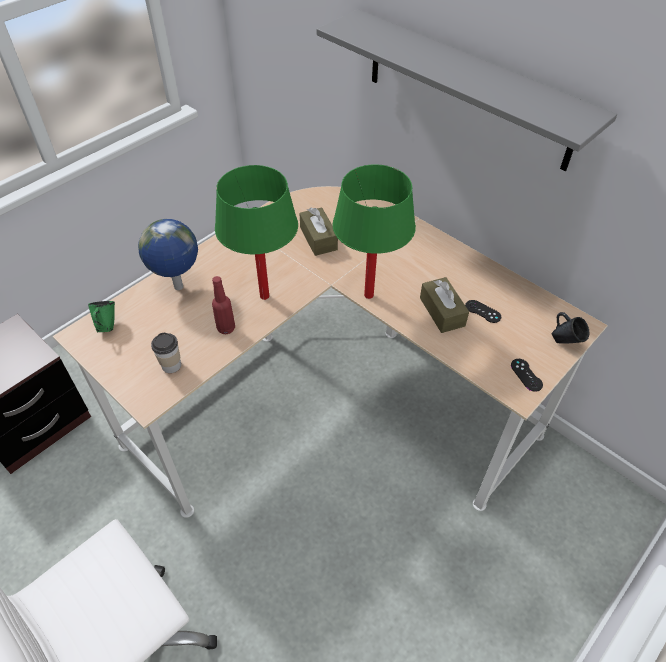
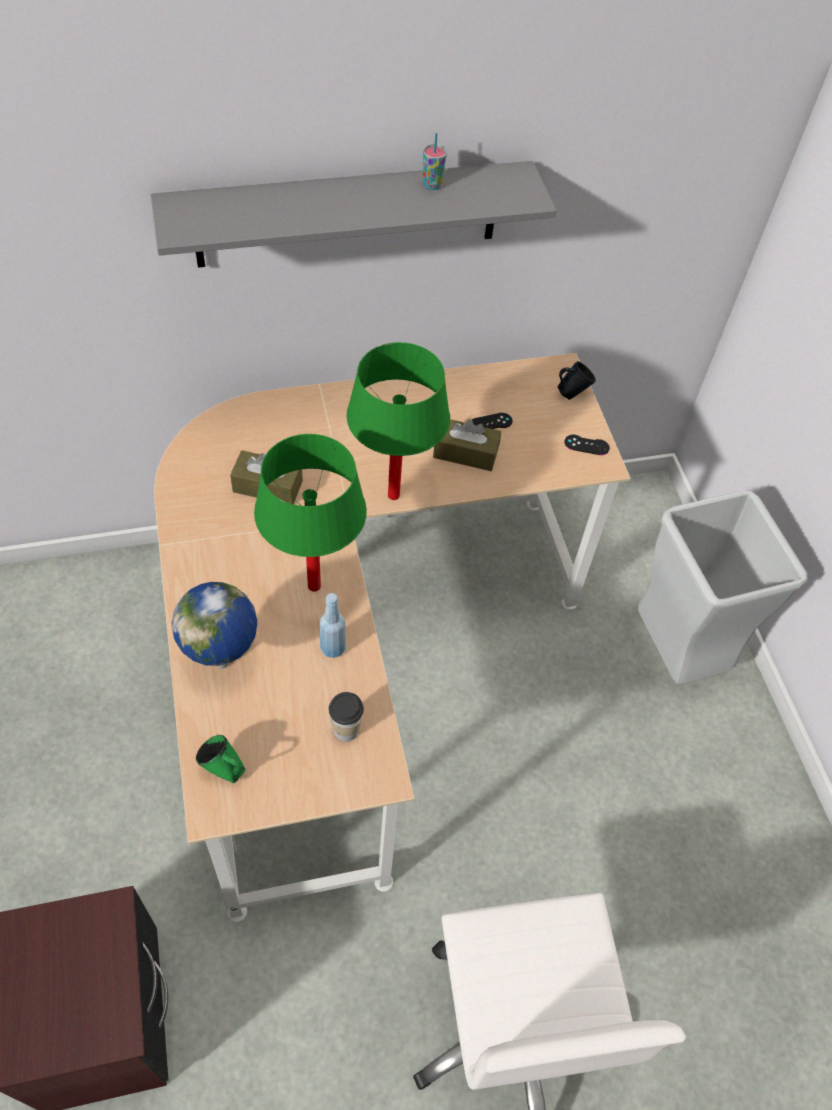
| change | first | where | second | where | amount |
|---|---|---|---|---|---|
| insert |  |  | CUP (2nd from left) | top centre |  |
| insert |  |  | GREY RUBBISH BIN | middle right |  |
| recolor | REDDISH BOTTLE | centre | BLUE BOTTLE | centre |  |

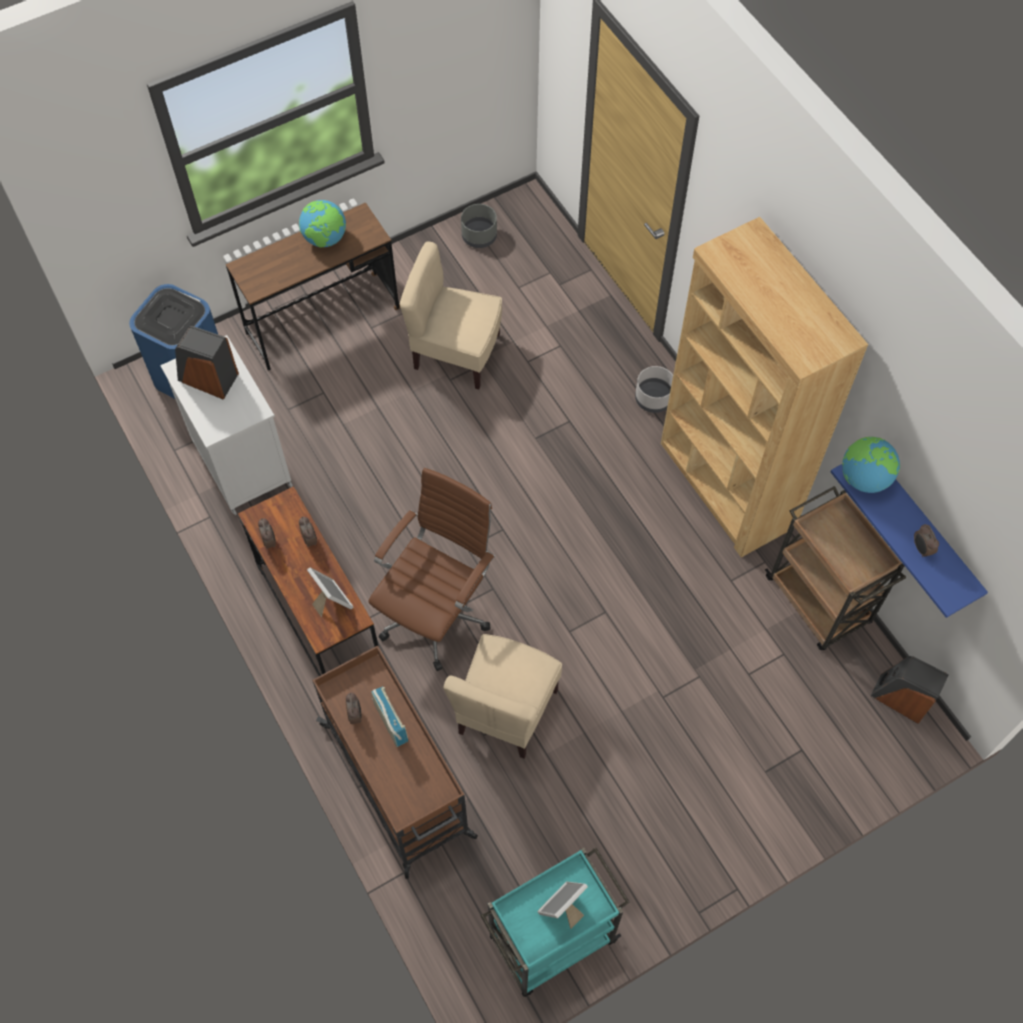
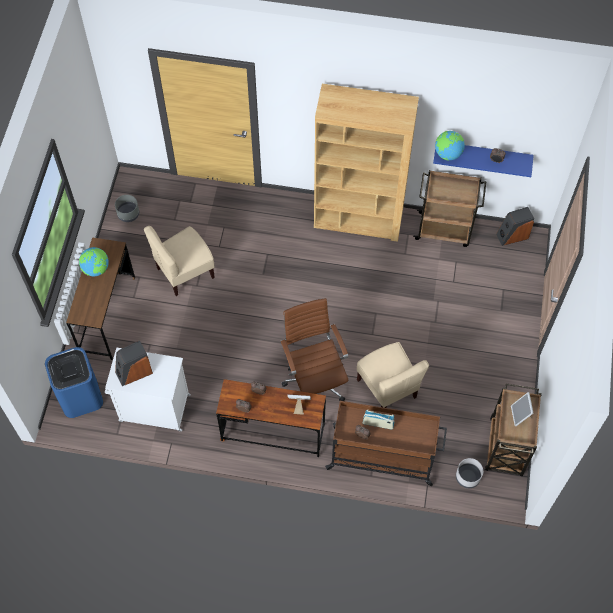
| change | first | where | second | where | amount |
|---|---|---|---|---|---|
| move | GREY PLANTER (2nd from left) | centre |  | bottom right |  |
| recolor | BLUE-GREEN WHEELED CART | bottom centre | BROWN-COLOURED WHEELED CART (3rd from left) | bottom right |  |

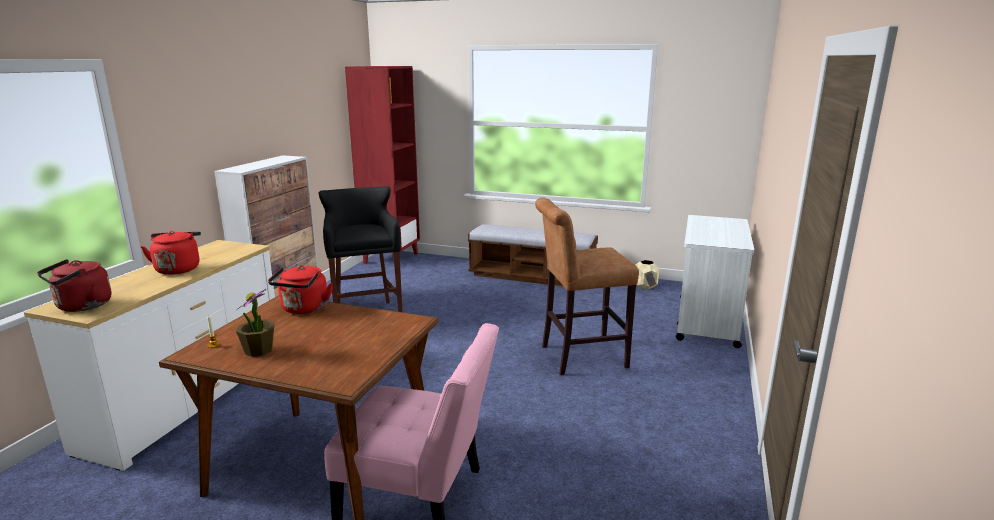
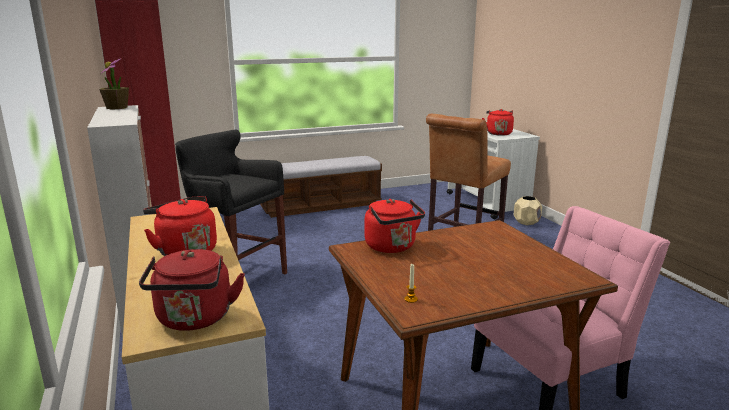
| change | first | where | second | where | amount |
|---|---|---|---|---|---|
| insert |  |  | REDDISH KETTLE (4th from left) | top right |  |
| move | POTTED PLANT | middle left |  | top left |  |
| move | SAND-COLOURED PLANTER | centre |  | middle right |  |

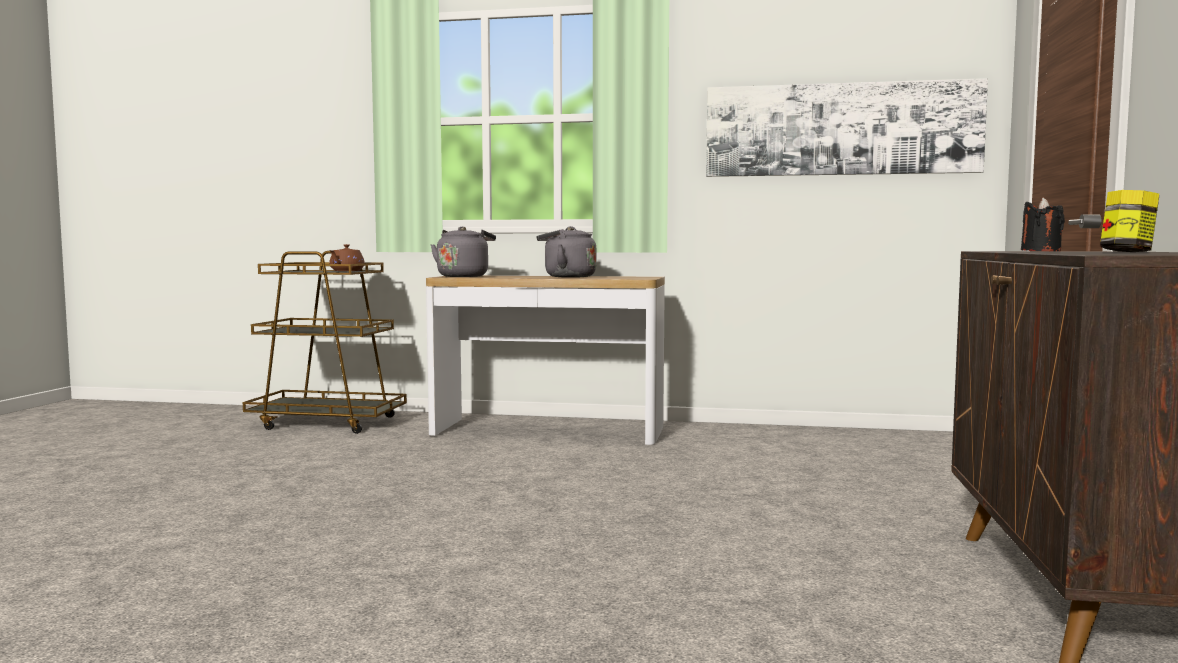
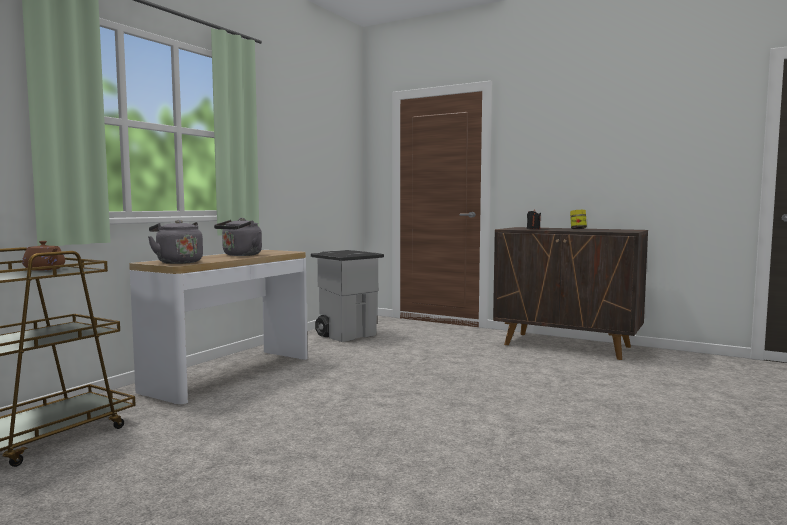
| change | first | where | second | where | amount |
|---|---|---|---|---|---|
| delete | WALL ART | top right |  |  |  |
| insert |  |  | GREY RUBBISH BIN | centre |  |

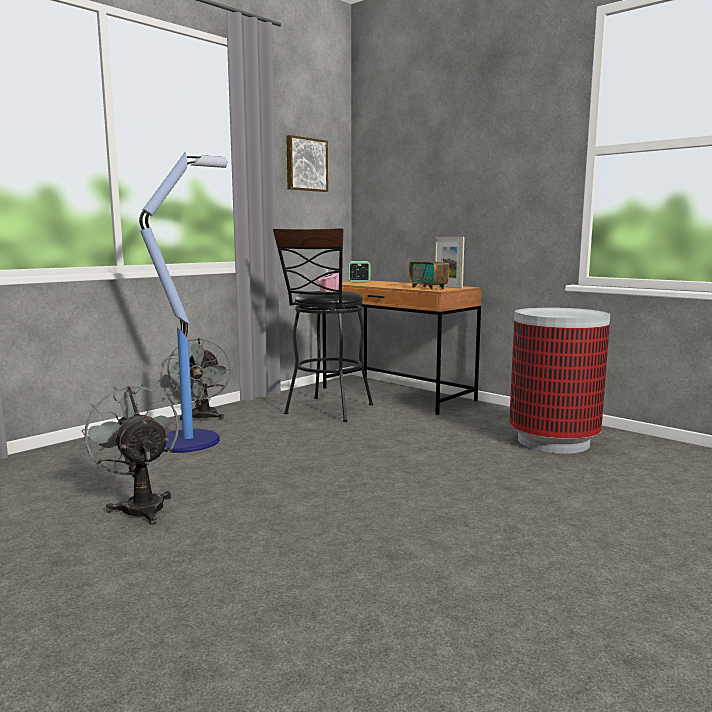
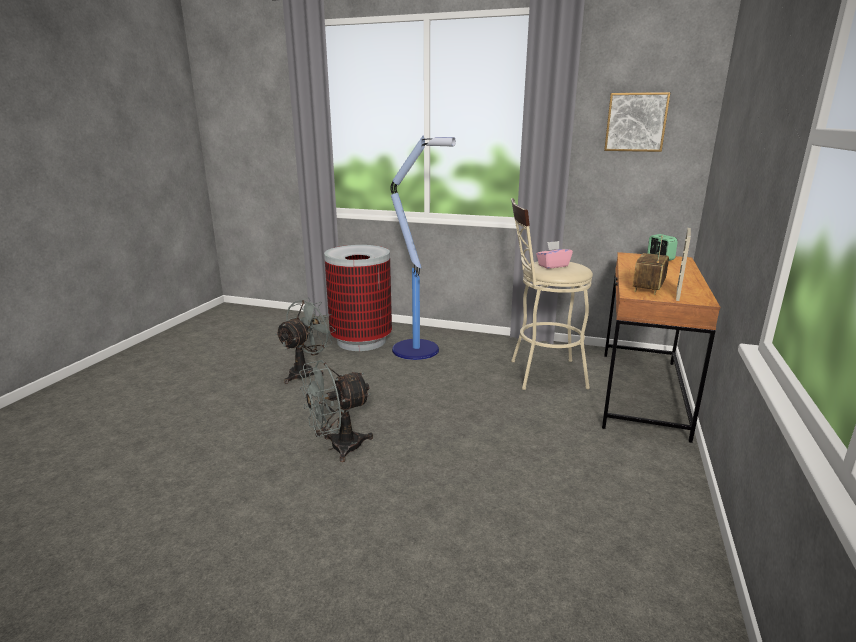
| change | first | where | second | where | amount |
|---|---|---|---|---|---|
| move | GREY COOLING FAN (2nd from left) | middle left |  | centre |  |
| move | RUBBISH BIN | middle right |  | centre |  |
| recolor | BLACK STOOL | centre | SAND-COLOURED STOOL | centre |  |

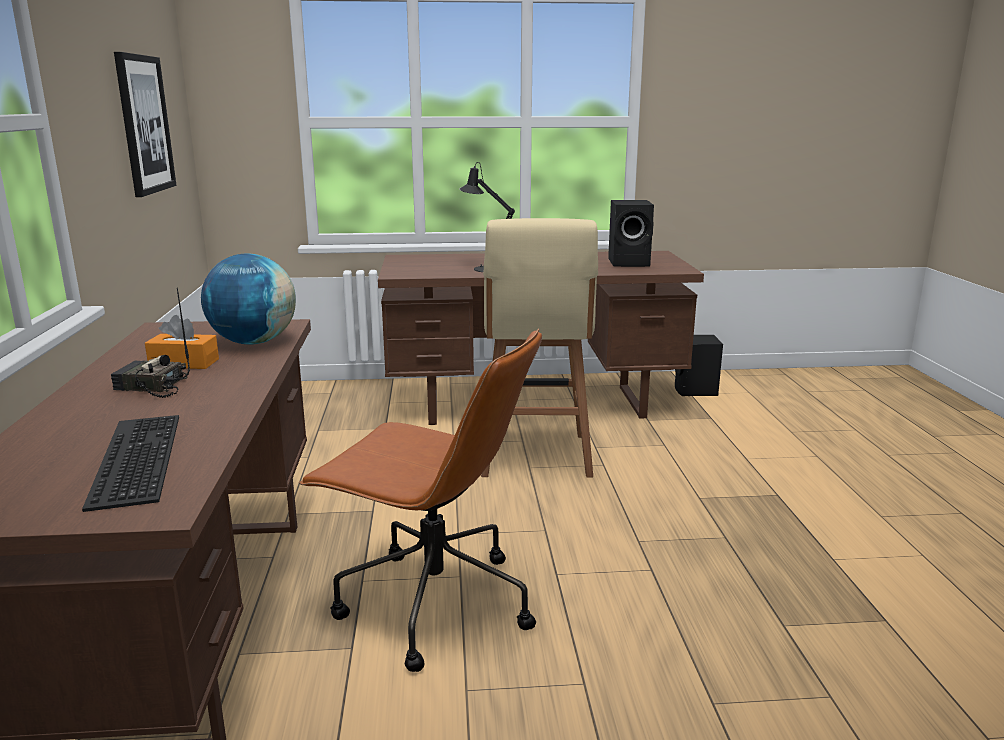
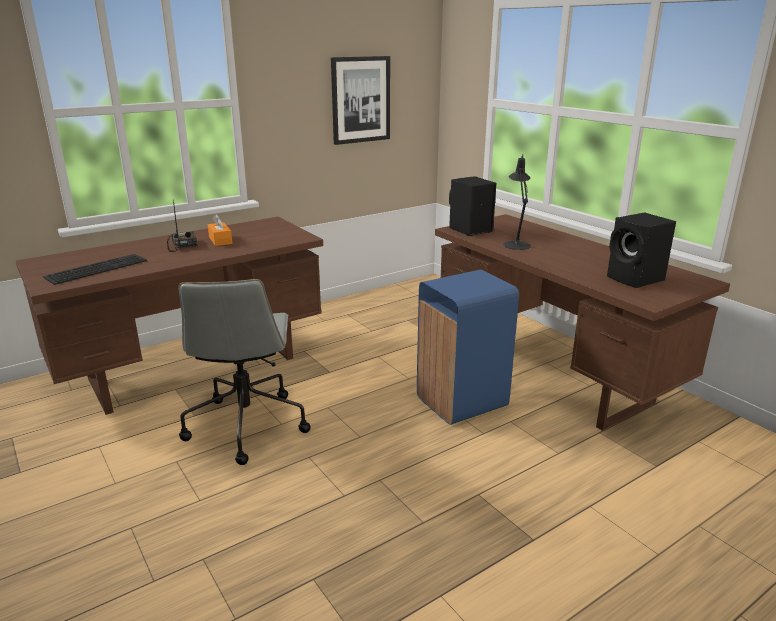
| change | first | where | second | where | amount |
|---|---|---|---|---|---|
| delete | DESK GLOBE | middle left |  |  |  |
| move | BLACK SPEAKER (2nd from left in the first image) | middle right | BLACK SPEAKER (1st from left) | top centre |  |
| replace | SAND-COLOURED STOOL | centre | BLUE RUBBISH BIN | centre |  |
| recolor | BROWN-COLOURED DESK CHAIR | bottom centre | GREY DESK CHAIR | middle left |  |

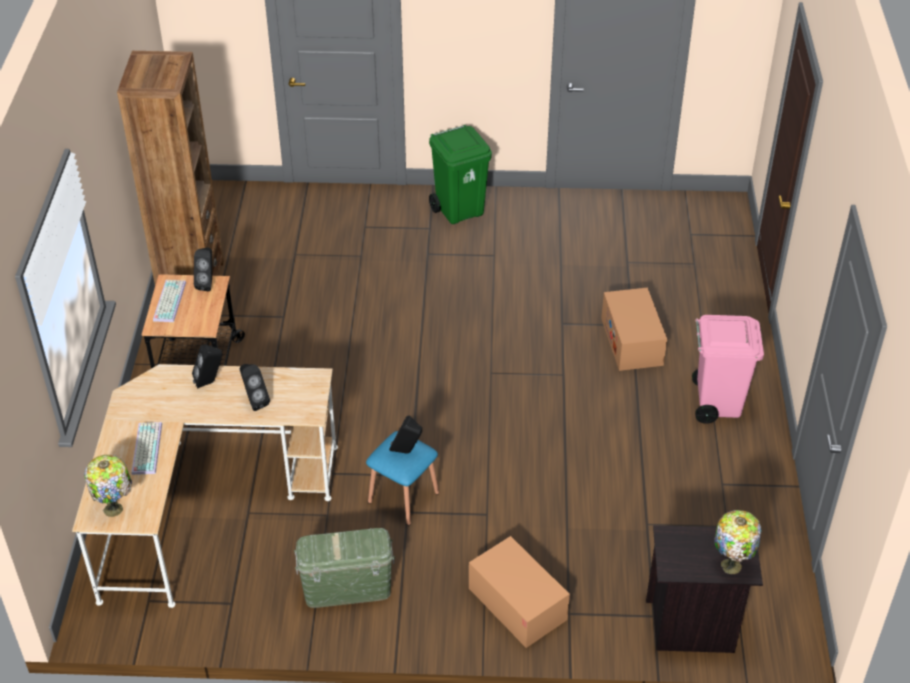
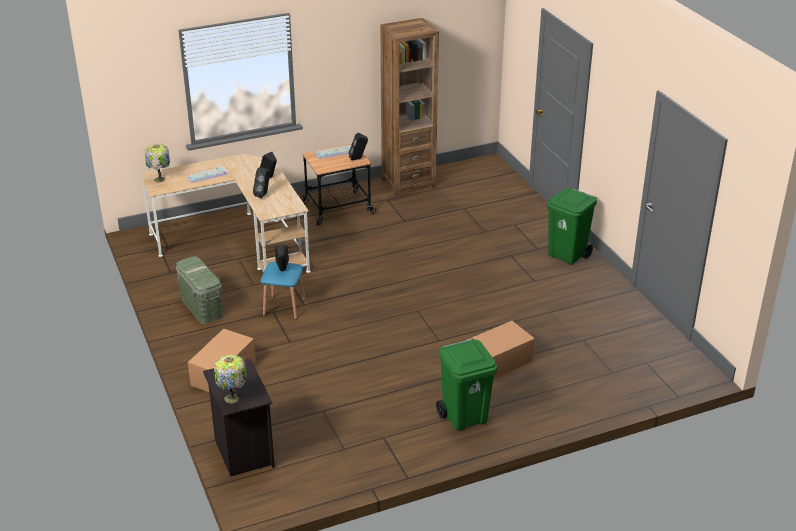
| change | first | where | second | where | amount |
|---|---|---|---|---|---|
| recolor | PINKISH RUBBISH BIN | middle right | GREEN-COLOURED RUBBISH BIN (1st from left) | bottom centre |  |

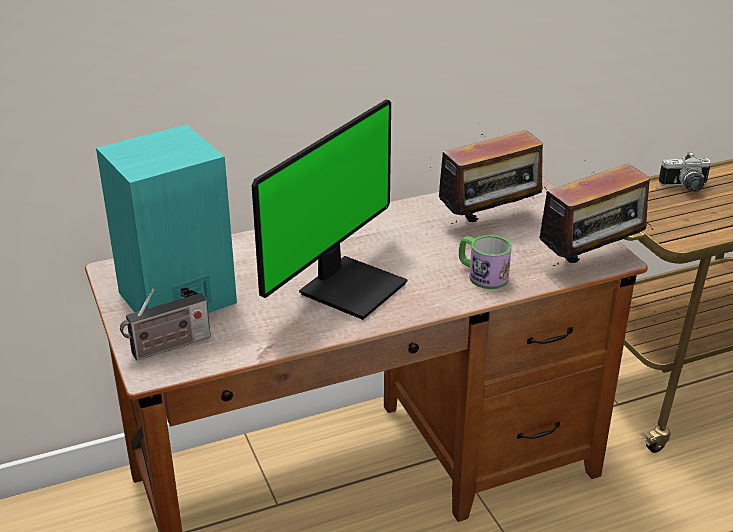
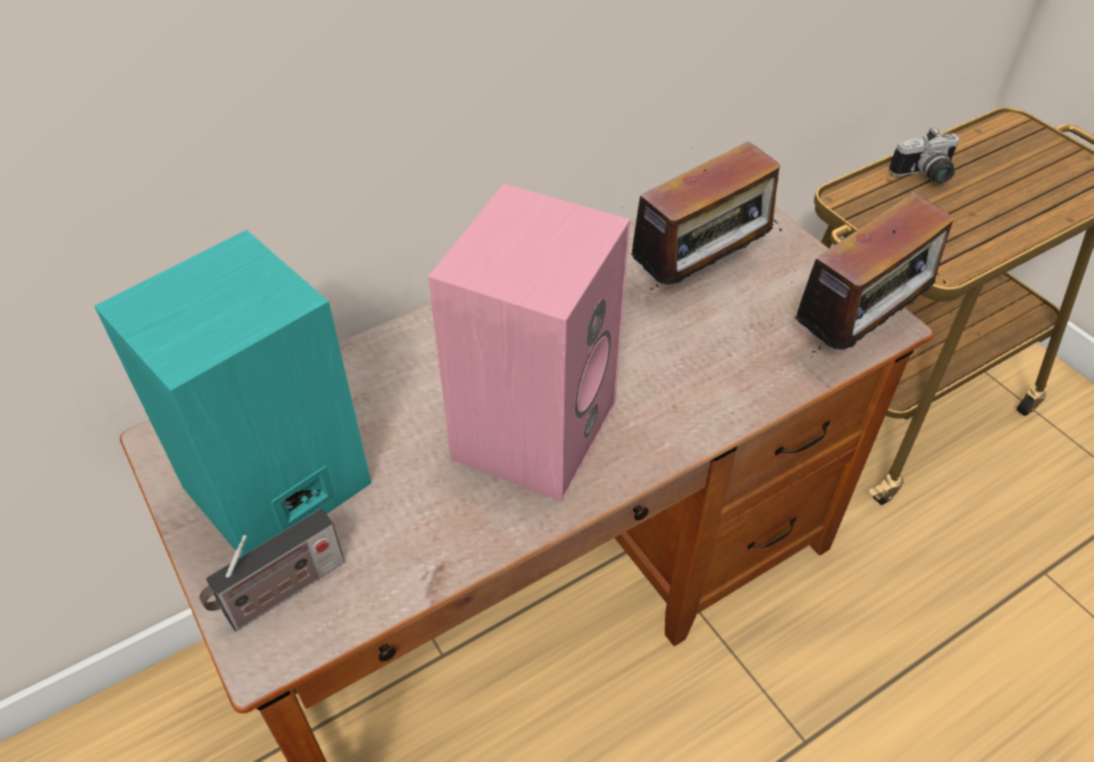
| change | first | where | second | where | amount |
|---|---|---|---|---|---|
| delete | TEA MUG | centre |  |  |  |
| replace | COMPUTER DISPLAY | centre | PINKISH SPEAKER | centre |  |

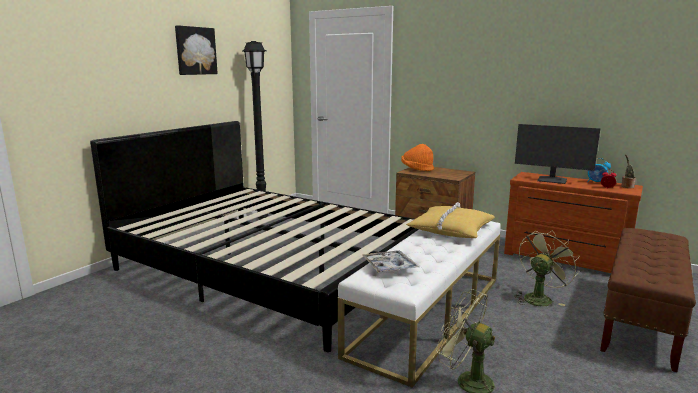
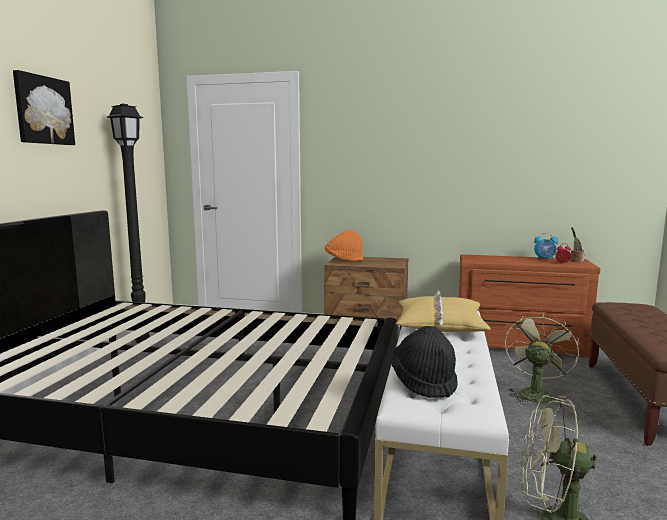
| change | first | where | second | where | amount |
|---|---|---|---|---|---|
| delete | COMPUTER DISPLAY | middle right |  |  |  |
| replace | CARRYING TRAY | centre | BLACK CLOTHING HAT | bottom centre |  |

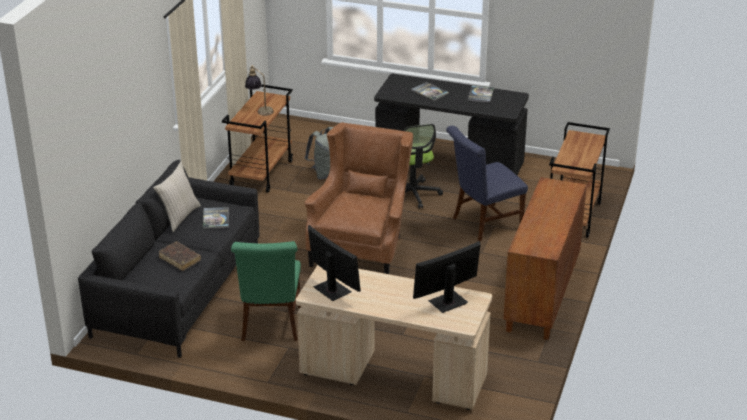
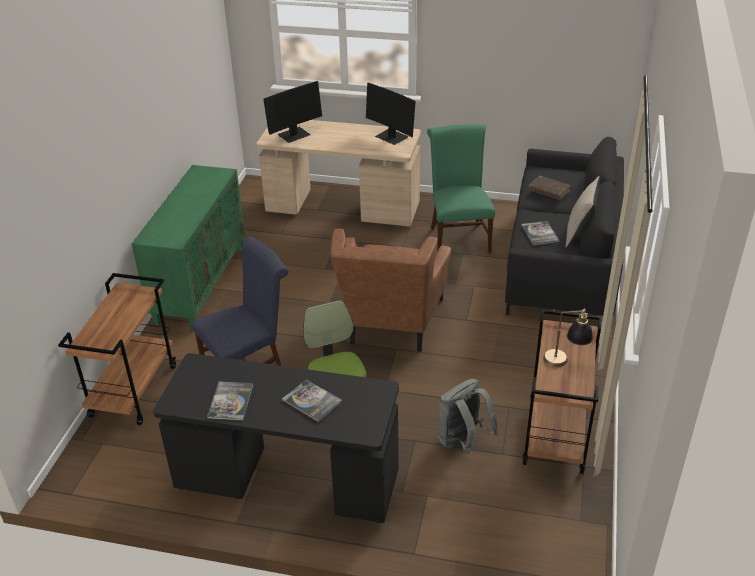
| change | first | where | second | where | amount |
|---|---|---|---|---|---|
| recolor | BROWN-COLOURED STORAGE CABINET | middle right | GREEN-COLOURED STORAGE CABINET | middle left |  |

